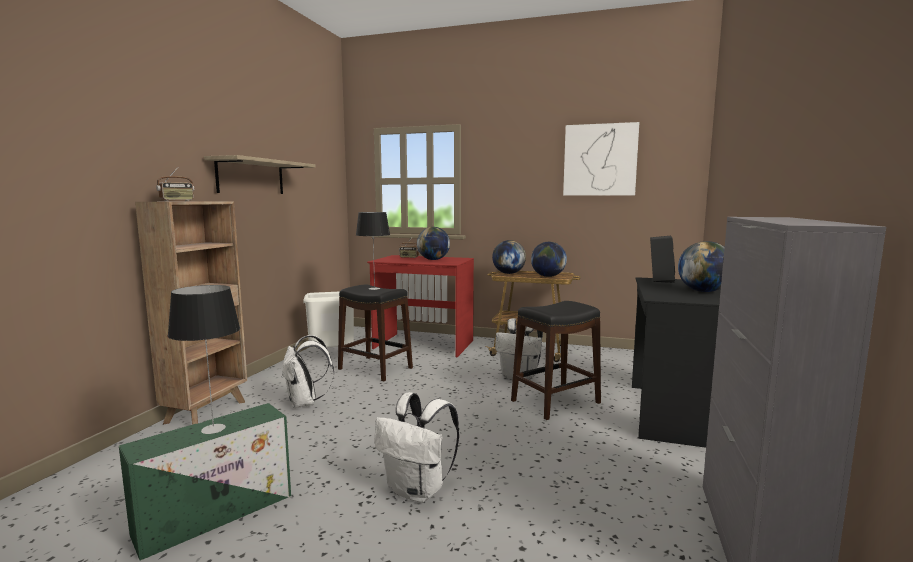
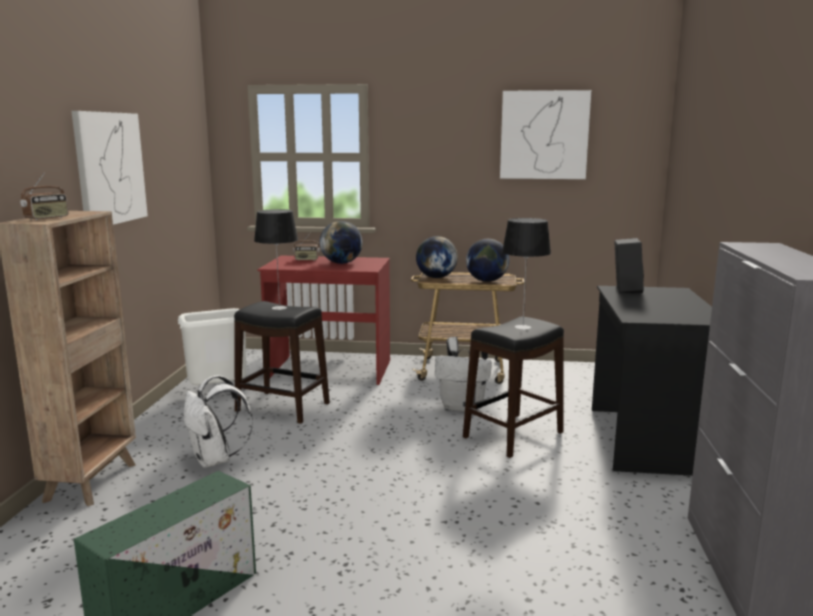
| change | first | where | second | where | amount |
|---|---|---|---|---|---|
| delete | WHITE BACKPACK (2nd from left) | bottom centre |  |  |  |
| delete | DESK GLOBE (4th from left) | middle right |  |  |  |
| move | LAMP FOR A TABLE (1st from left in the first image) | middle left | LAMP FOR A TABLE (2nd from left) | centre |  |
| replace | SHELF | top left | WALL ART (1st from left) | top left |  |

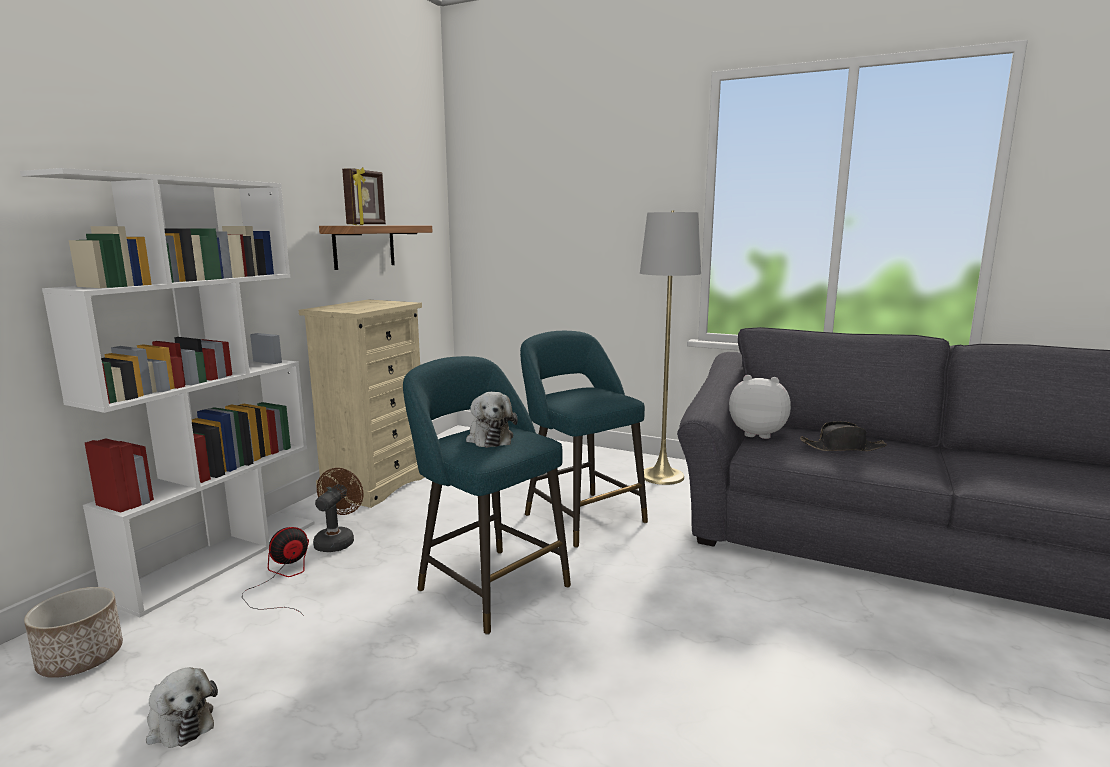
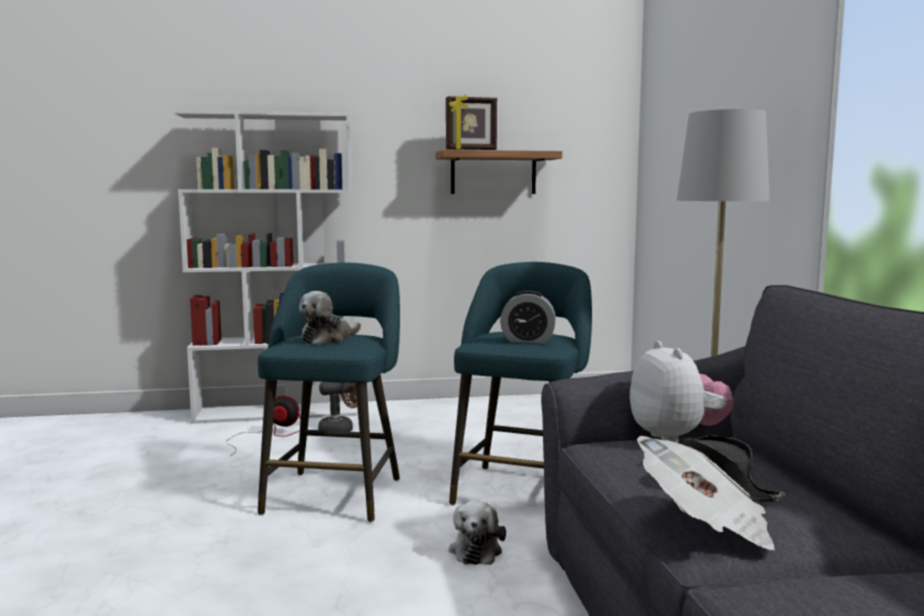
| change | first | where | second | where | amount |
|---|---|---|---|---|---|
| delete | PLANTER | bottom left |  |  |  |
| delete | SAND-COLOURED DRAWER CHEST | middle left |  |  |  |
| insert |  |  | BEDSIDE CLOCK | centre |  |
| insert |  |  | PRINTED PAPER | bottom right |  |
| move | PLUSH TOY (1st from left in the first image) | bottom left | PLUSH TOY (2nd from left) | bottom centre |  |

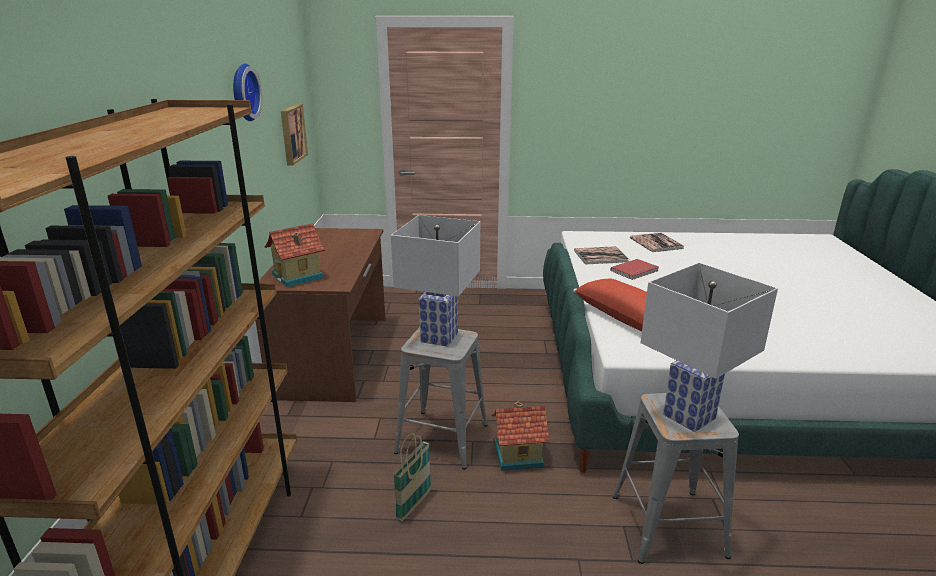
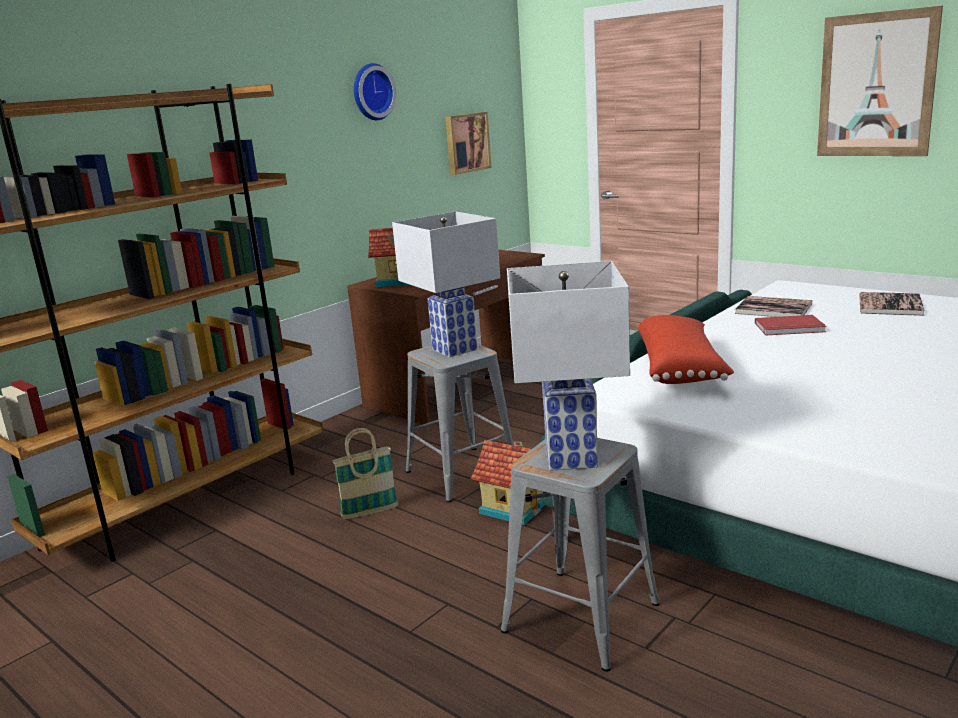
| change | first | where | second | where | amount |
|---|---|---|---|---|---|
| insert |  |  | WALL ART (2nd from left) | top right |  |

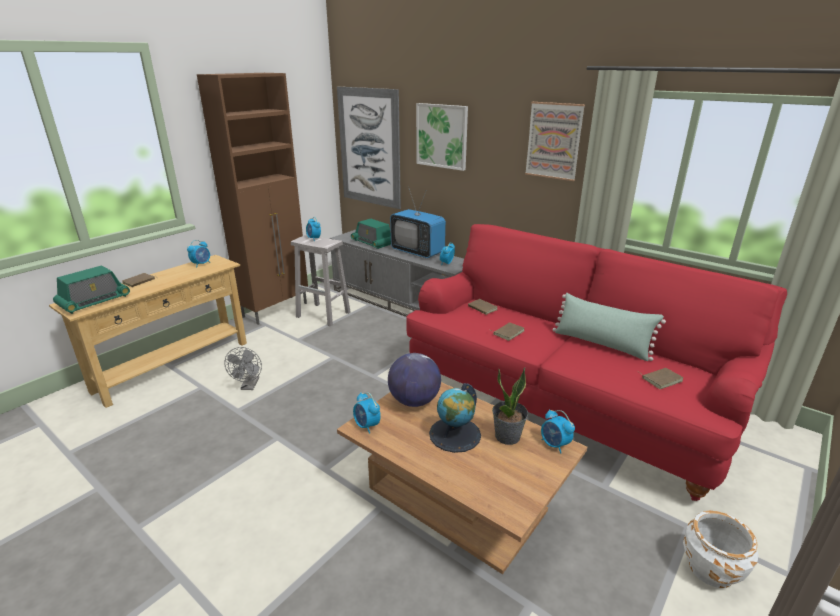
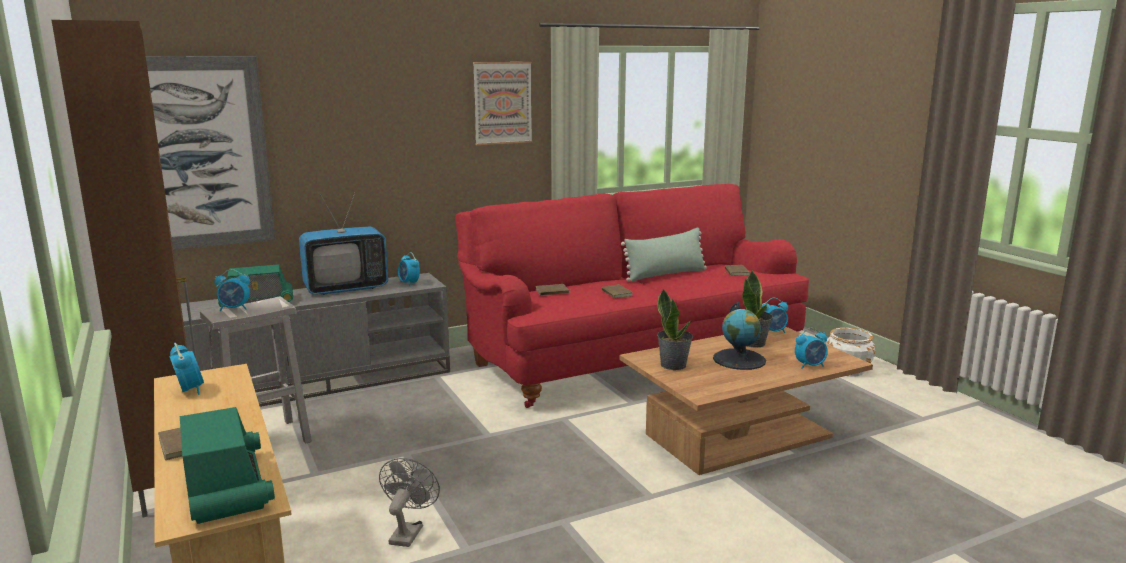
| change | first | where | second | where | amount |
|---|---|---|---|---|---|
| delete | WALL ART (2nd from left) | top centre |  |  |  |
| move | BEDSIDE CLOCK (3rd from left in the first image) | bottom centre | BEDSIDE CLOCK (5th from left) | middle right |  |
| replace | DESK GLOBE (1st from left) | centre | POTTED PLANT (1st from left) | centre |  |
| rotate | GREY COOLING FAN | middle left |  | bottom centre | 105 degrees counterclockwise |

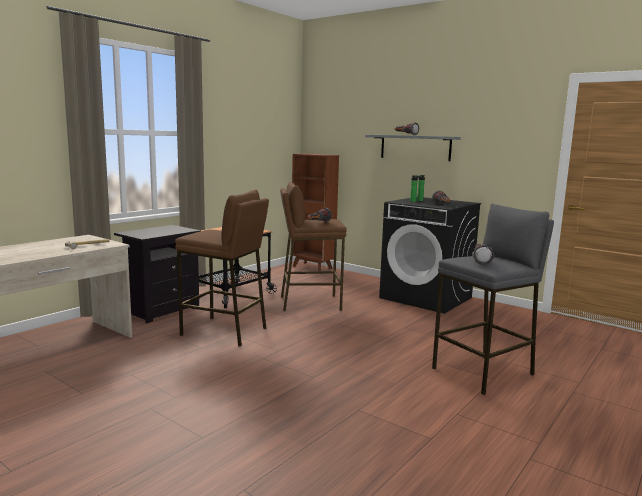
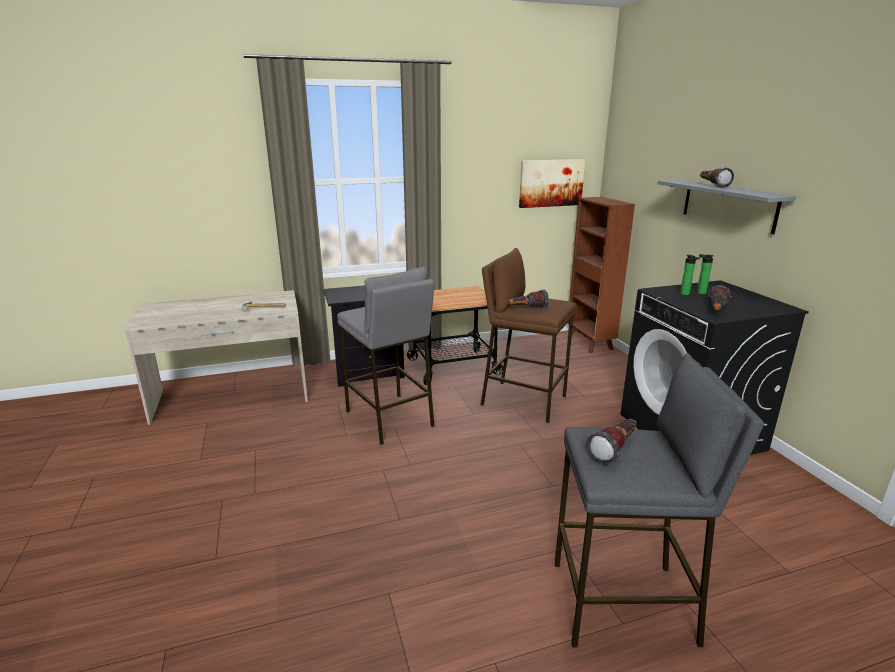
| change | first | where | second | where | amount |
|---|---|---|---|---|---|
| insert |  |  | WALL ART | top centre |  |
| recolor | BROWN-COLOURED STOOL (1st from left) | centre | GREY STOOL (1st from left) | centre |  |

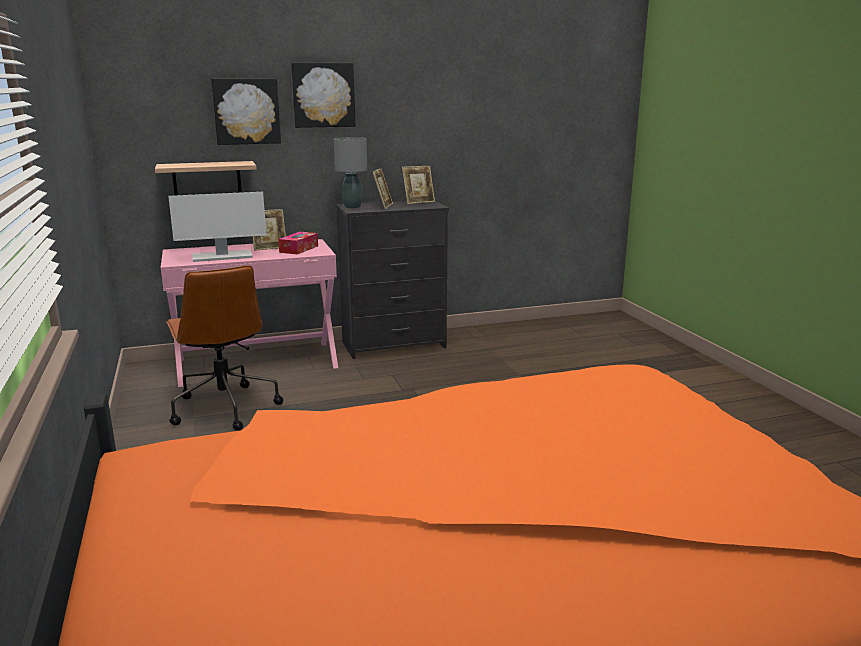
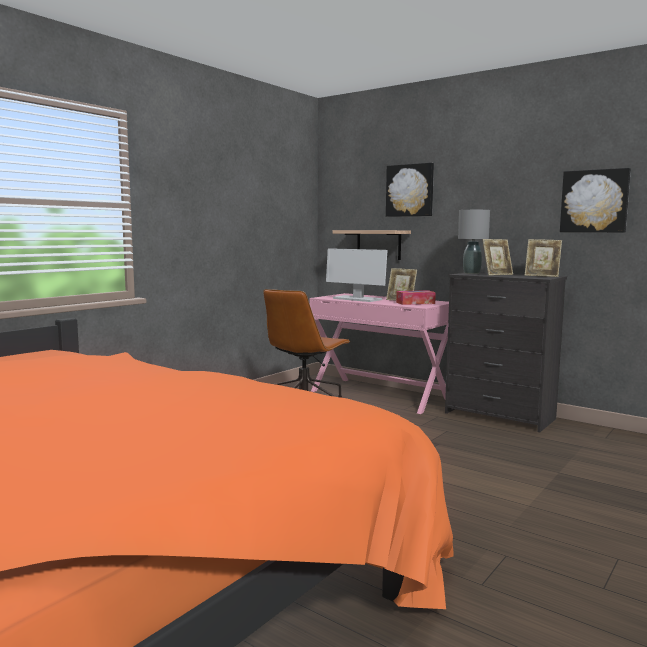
| change | first | where | second | where | amount |
|---|---|---|---|---|---|
| move | WALL ART (2nd from left) | top centre |  | top right |  |

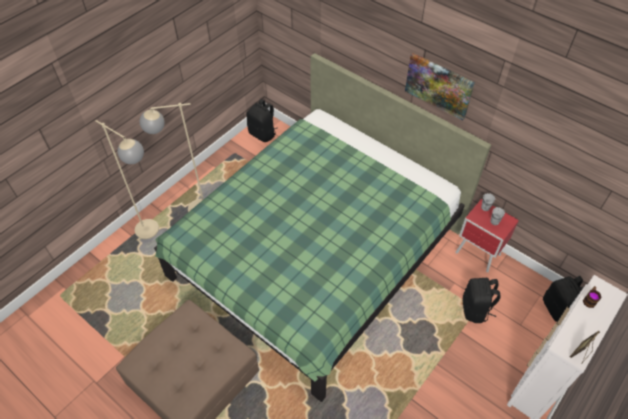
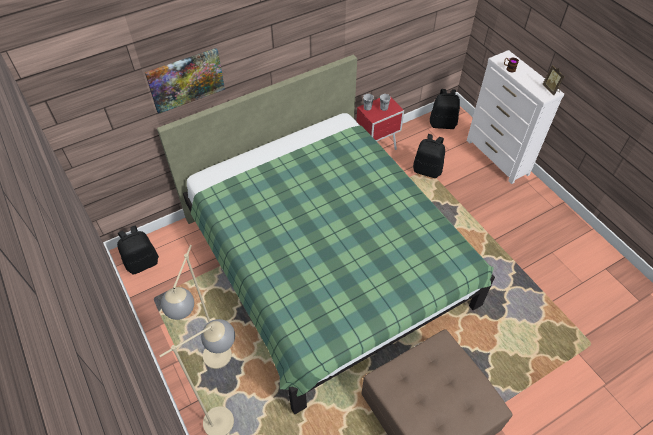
| change | first | where | second | where | amount |
|---|---|---|---|---|---|
| move | WALL ART | top right |  | top left |  |

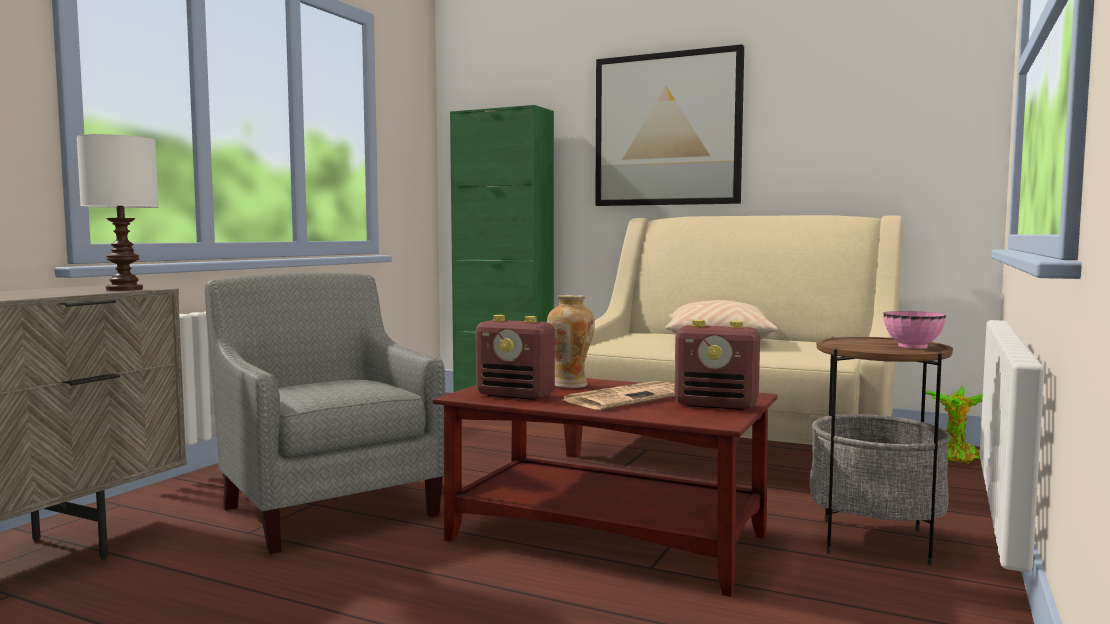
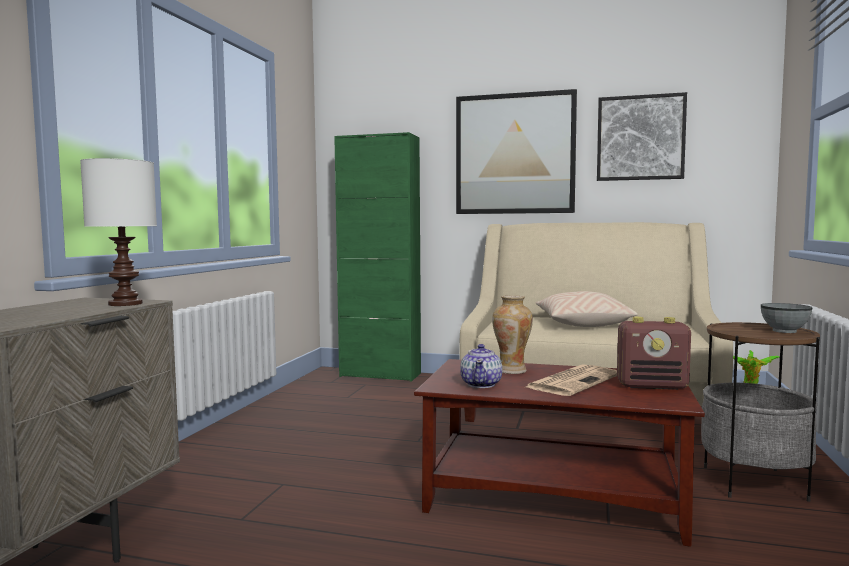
| change | first | where | second | where | amount |
|---|---|---|---|---|---|
| delete | GREY LOUNGE CHAIR | middle left |  |  |  |
| insert |  |  | WALL ART (2nd from left) | top right |  |
| replace | RADIO (1st from left) | centre | TEA POT | centre |  |
| recolor | PINKISH DEEP DISH | middle right | GREY DEEP DISH | middle right |  |

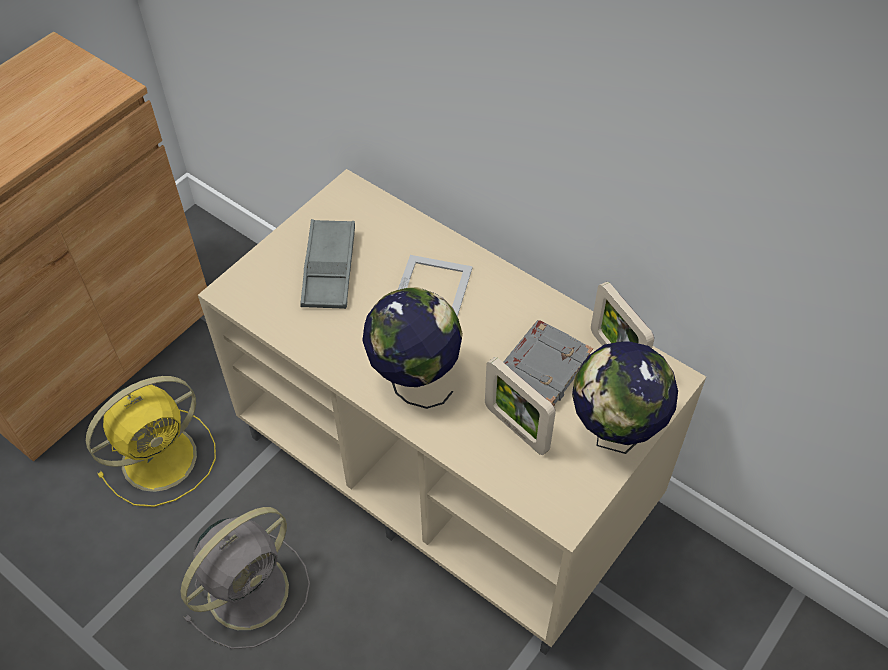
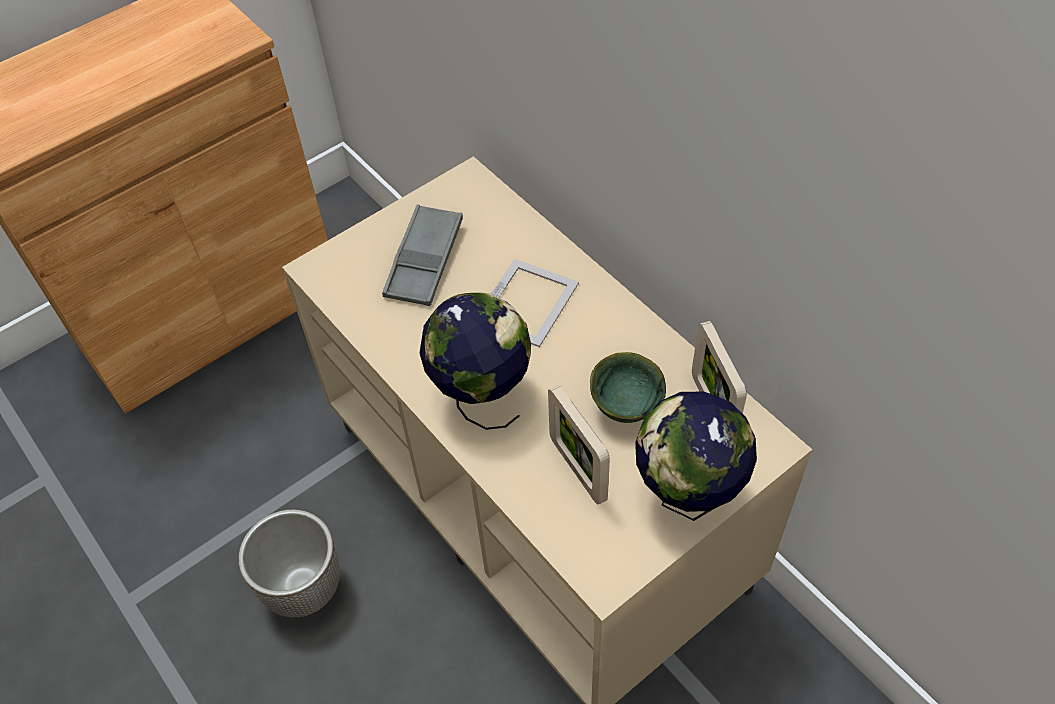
| change | first | where | second | where | amount |
|---|---|---|---|---|---|
| delete | YELLOW-COLOURED COOLING FAN | middle left |  |  |  |
| replace | GREY COOLING FAN | bottom left | PLANTER | bottom left |  |
| replace | GREY VOLUME | centre | GREEN-COLOURED DEEP DISH | centre |  |

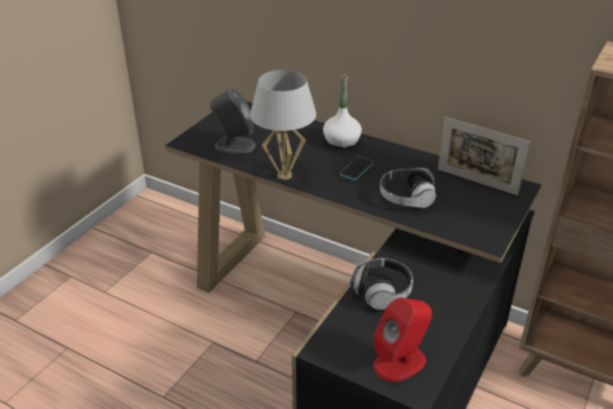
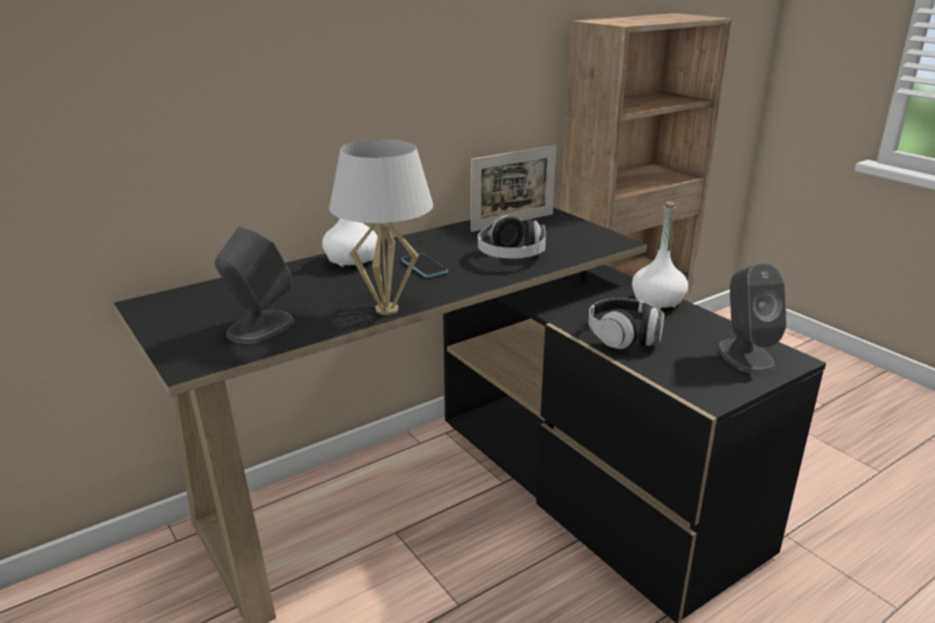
| change | first | where | second | where | amount |
|---|---|---|---|---|---|
| insert |  |  | WHITE BOTTLE (2nd from left) | middle right |  |
| recolor | REDDISH SPEAKER | bottom centre | GREY SPEAKER (2nd from left) | middle right |  |

